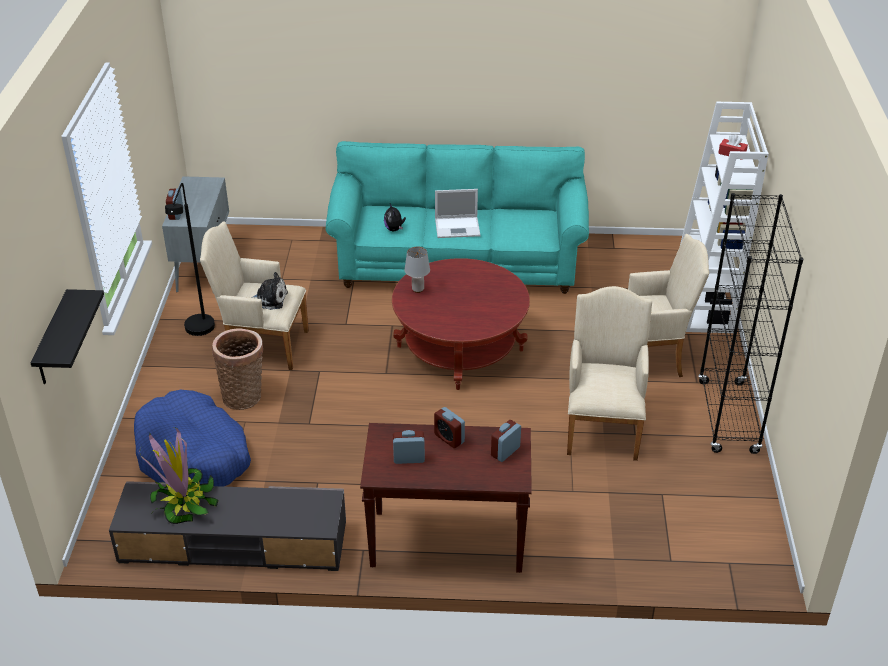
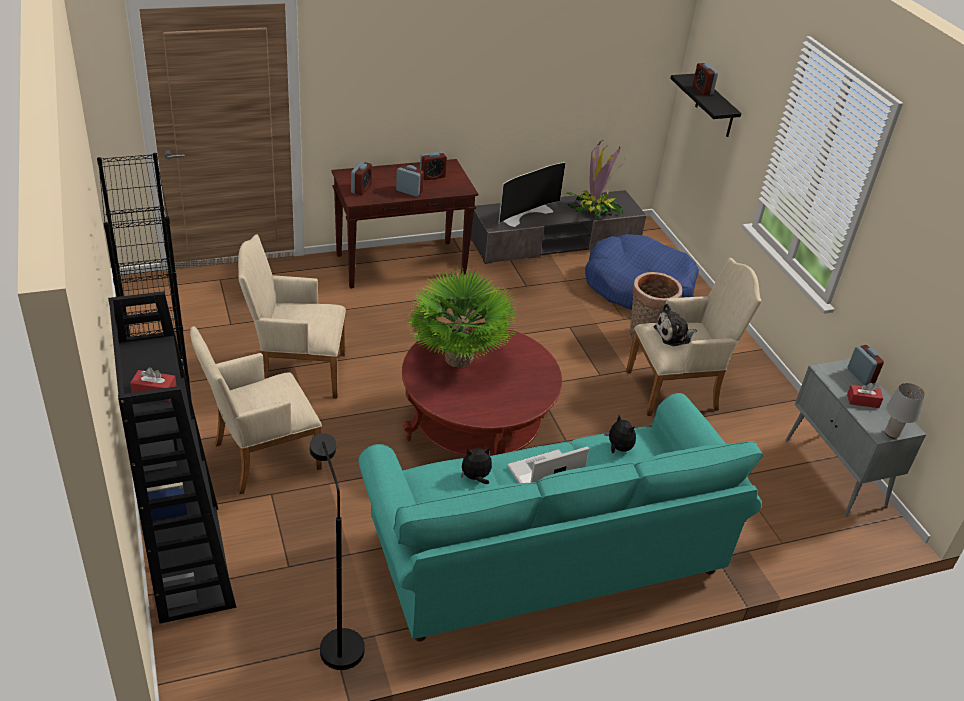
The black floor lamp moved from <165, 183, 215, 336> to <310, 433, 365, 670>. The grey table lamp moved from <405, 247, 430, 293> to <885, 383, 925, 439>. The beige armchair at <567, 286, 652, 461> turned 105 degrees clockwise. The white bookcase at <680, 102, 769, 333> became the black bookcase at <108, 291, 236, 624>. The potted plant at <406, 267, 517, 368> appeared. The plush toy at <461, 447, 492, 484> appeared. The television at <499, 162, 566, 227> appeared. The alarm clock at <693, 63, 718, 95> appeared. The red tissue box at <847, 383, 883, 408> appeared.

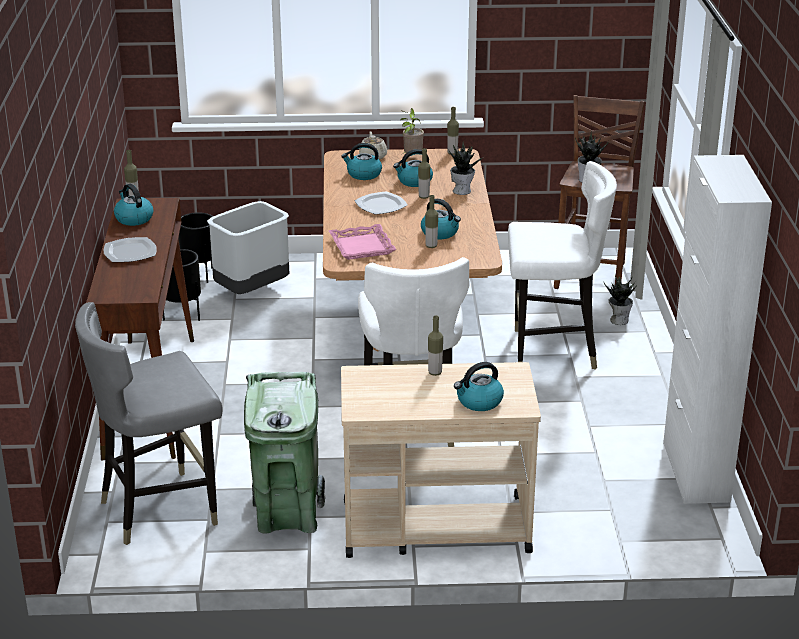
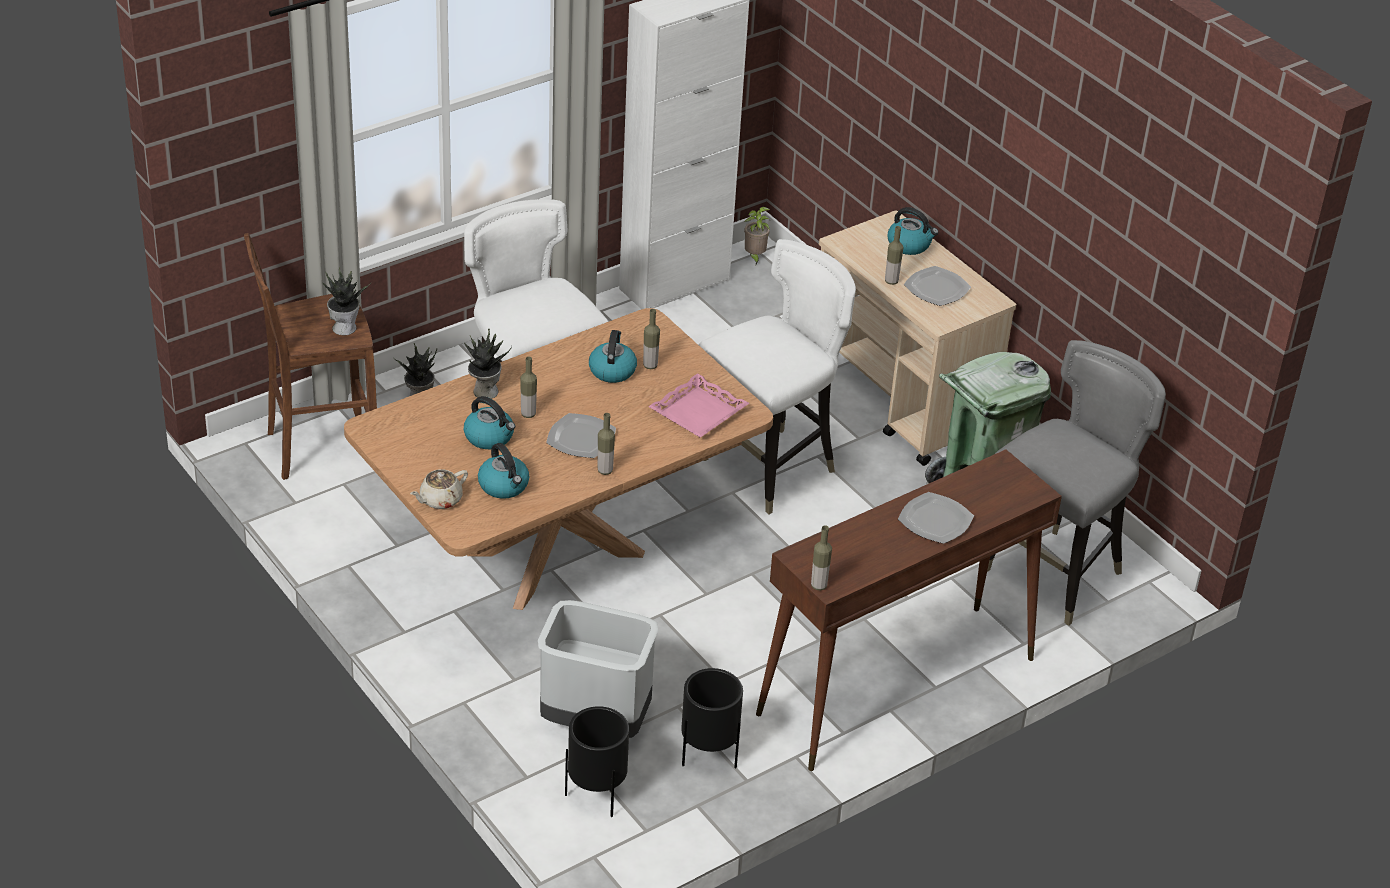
The grey chair at <75, 302, 222, 545> turned 75 degrees counterclockwise. The kettle at <114, 184, 153, 226> disappeared. The potted plant moved from <400, 108, 424, 154> to <744, 207, 770, 264>. The bottle moved from <447, 107, 459, 155> to <598, 413, 615, 475>. The plate at <904, 266, 971, 306> appeared.

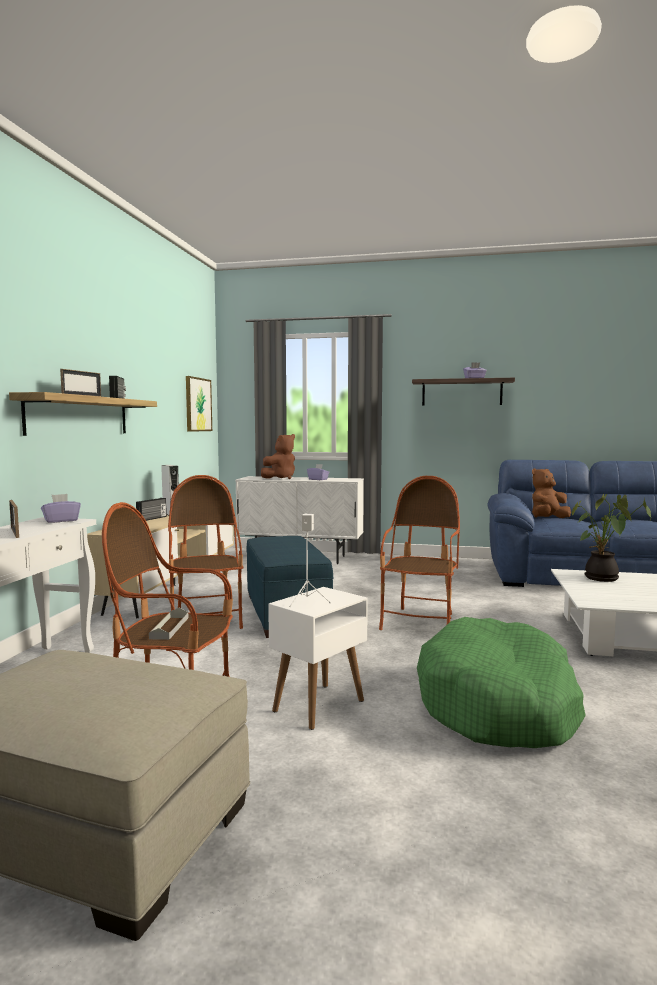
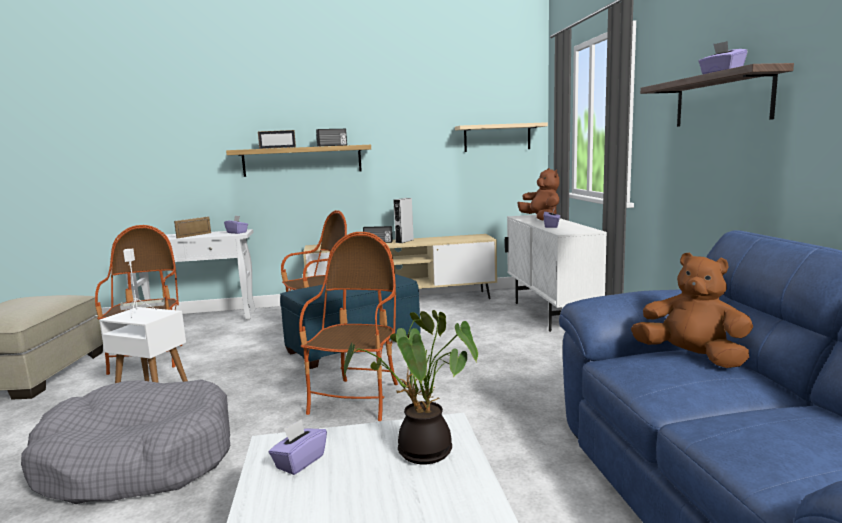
The picture at <186, 376, 212, 432> was replaced by the beige shelf at <455, 122, 548, 152>. The brown plush toy at <261, 434, 295, 479> turned 135 degrees counterclockwise. The armchair at <379, 476, 460, 630> turned 75 degrees counterclockwise. The green dog bed at <417, 617, 586, 748> became the grey dog bed at <21, 379, 230, 504>. The purple tissue box at <269, 419, 327, 475> appeared.

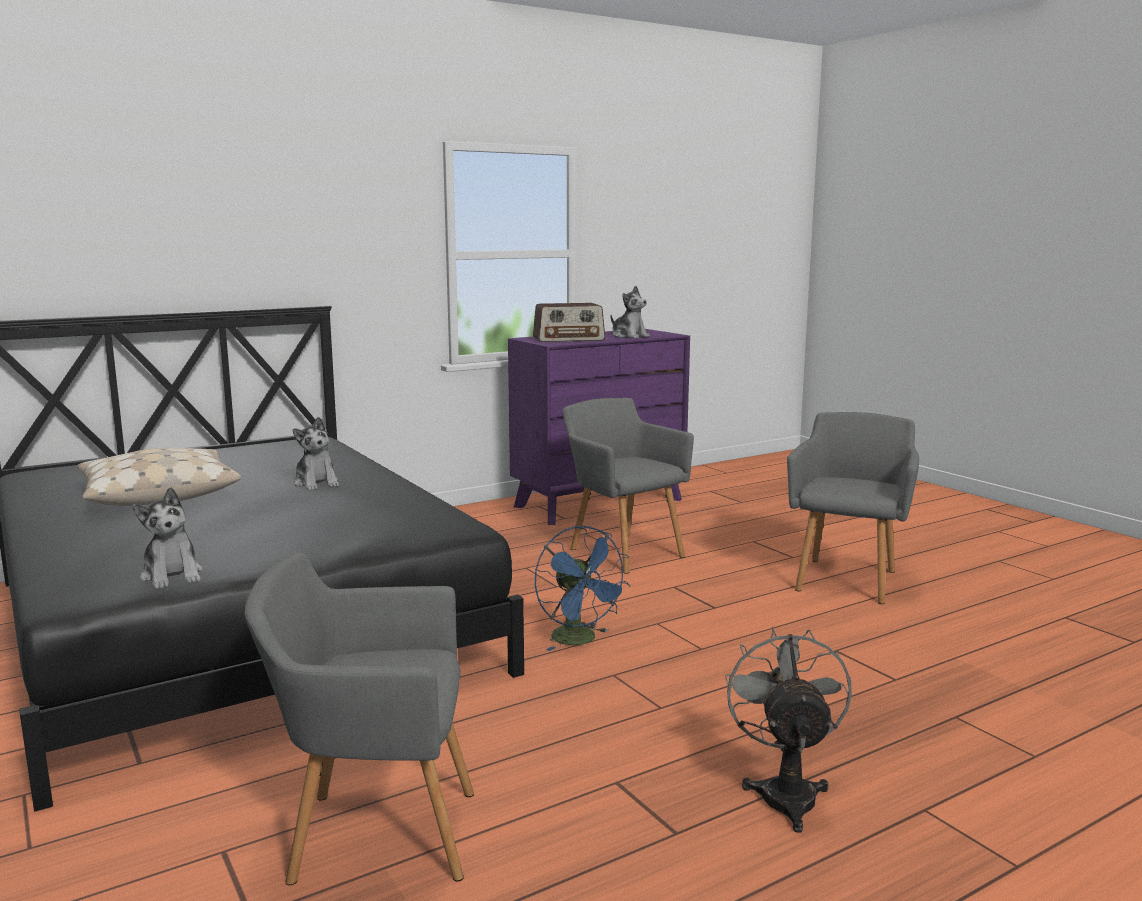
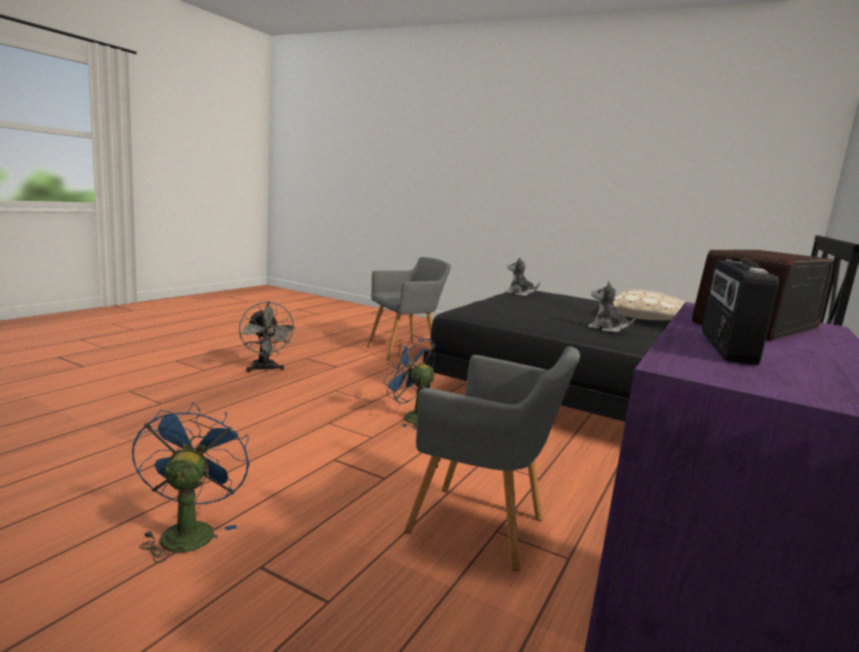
The plush toy at <611, 286, 650, 338> was replaced by the radio at <702, 258, 779, 365>. The grey armchair at <787, 412, 919, 604> was replaced by the blue fan at <132, 402, 250, 563>.

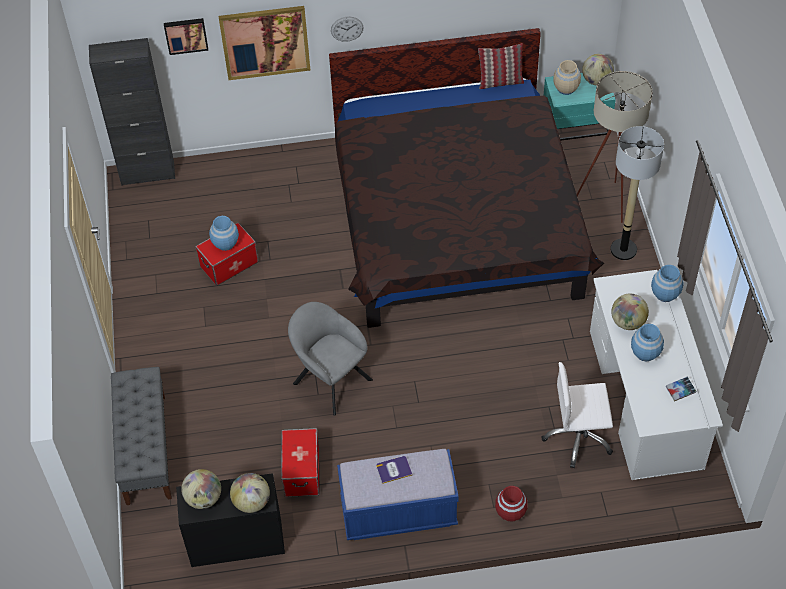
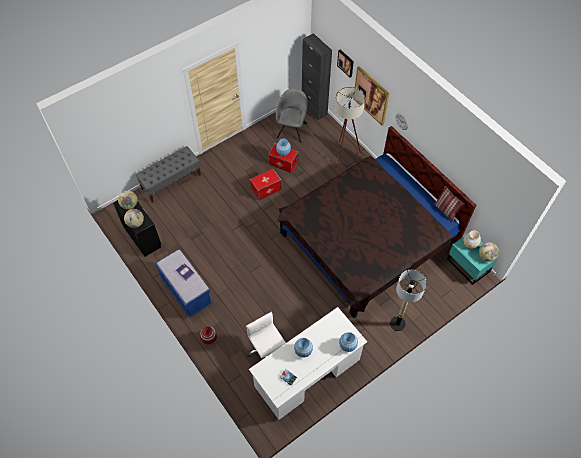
The storage box moved from <281, 428, 320, 497> to <250, 168, 281, 200>. The grey armchair moved from <288, 302, 373, 416> to <276, 88, 308, 143>. The beige floor lamp moved from <577, 71, 653, 223> to <335, 87, 365, 165>. The globe at <611, 294, 649, 330> disappeared.

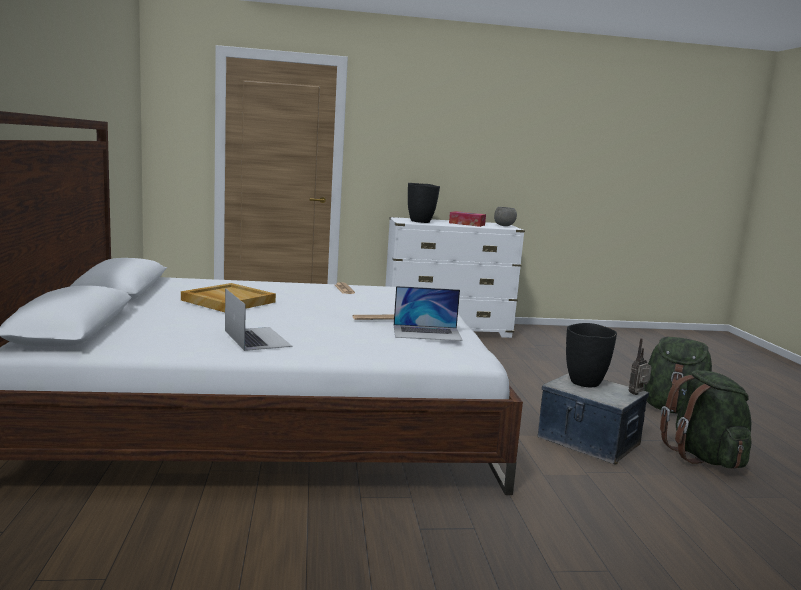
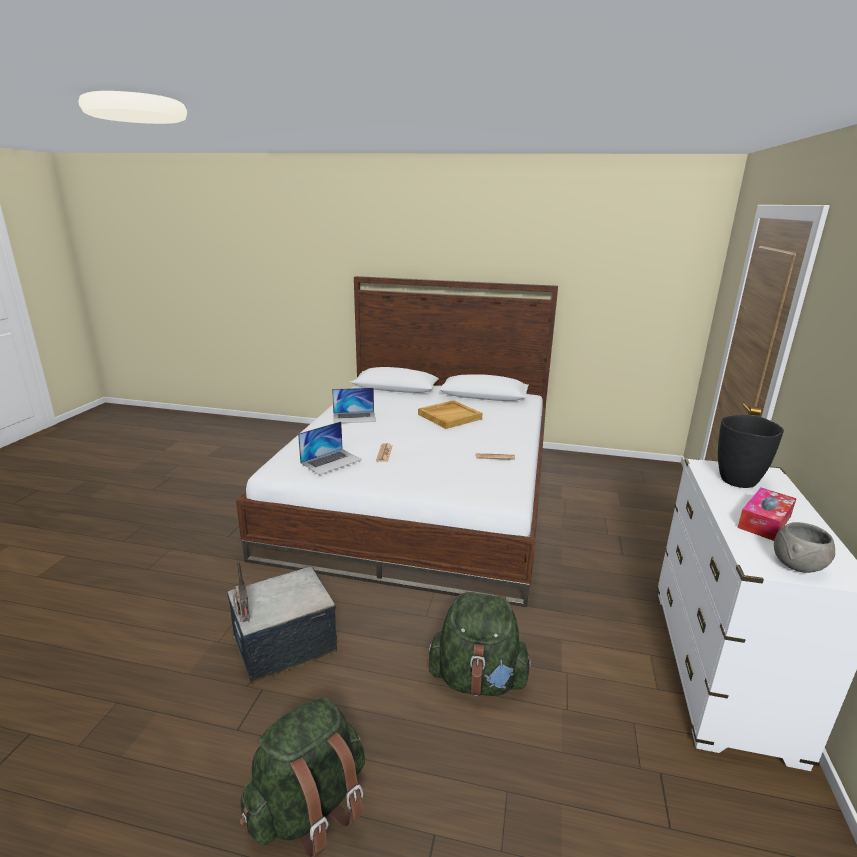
The laptop at <394, 286, 463, 341> turned 150 degrees counterclockwise. The black vase at <566, 323, 617, 387> disappeared. The green backpack moved from <660, 370, 752, 469> to <428, 592, 533, 696>.

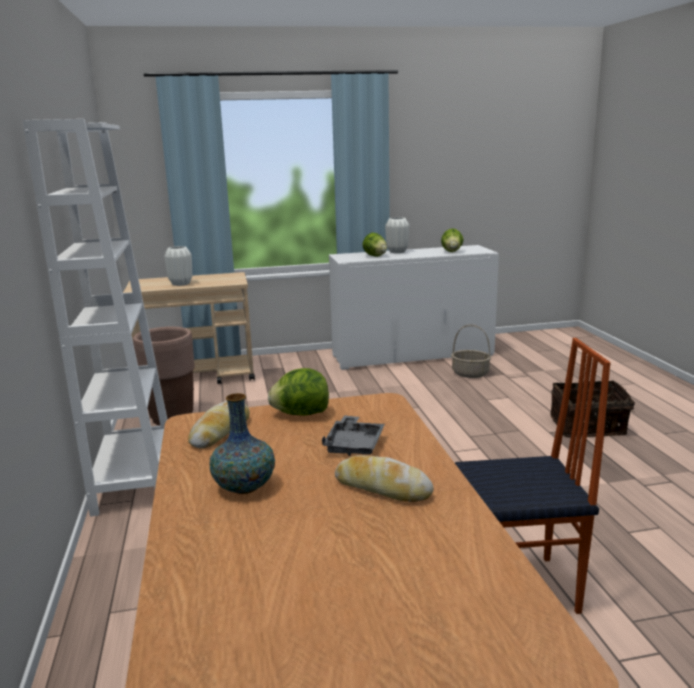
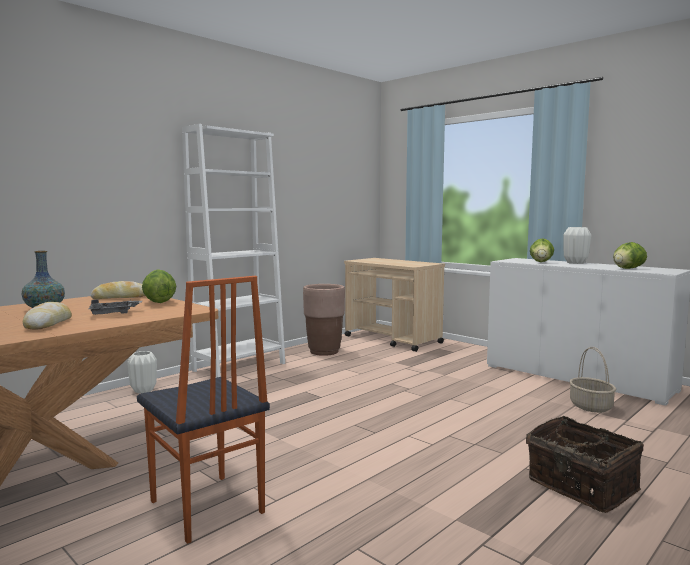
The white vase moved from <164, 246, 192, 286> to <127, 351, 157, 393>.

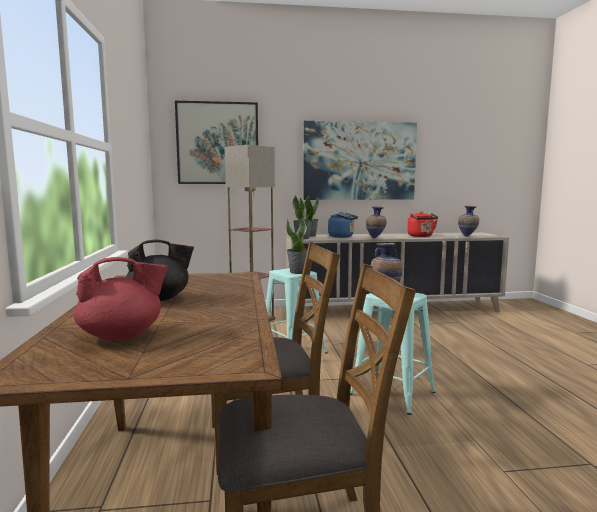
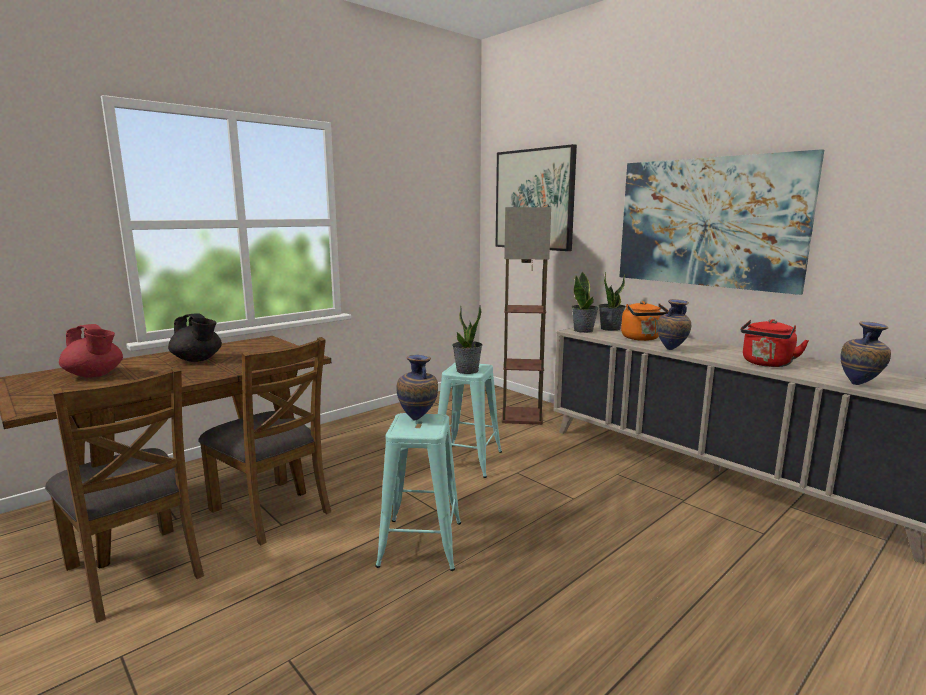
The blue kettle at <328, 212, 358, 238> became the orange kettle at <621, 301, 669, 341>.

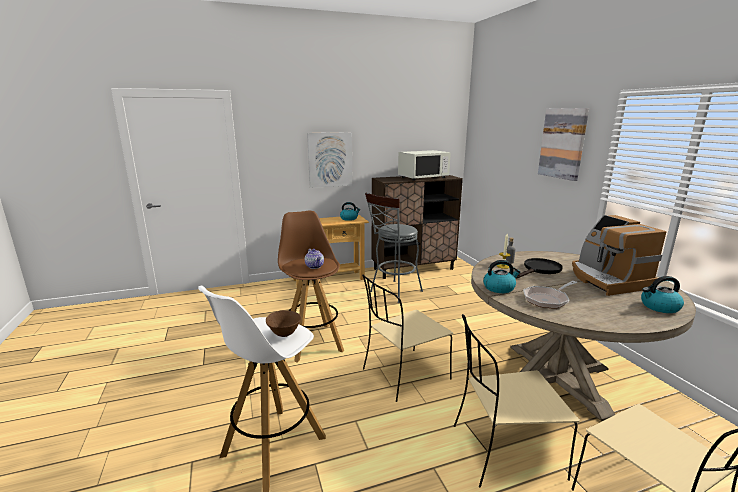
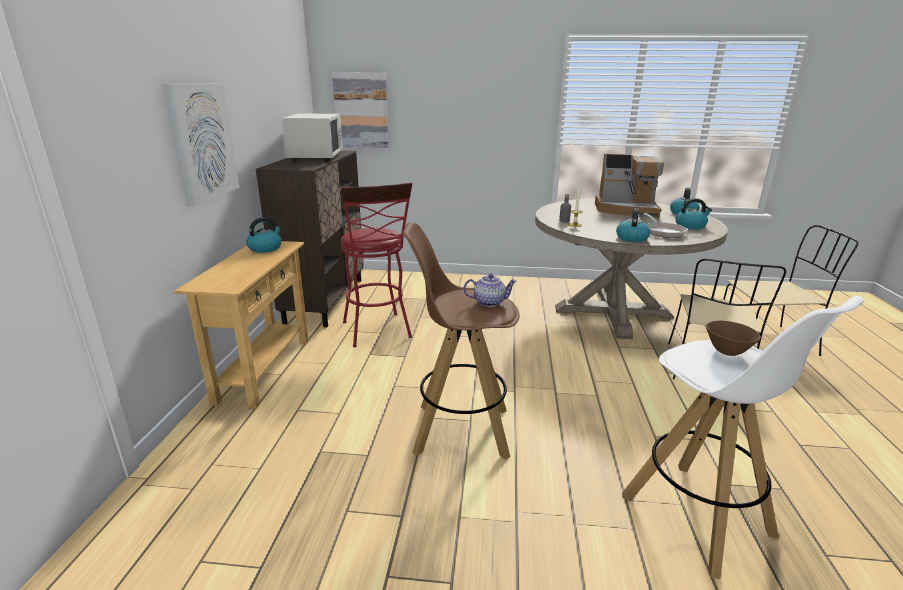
The beige chair at <362, 275, 453, 402> disappeared. The grey stool at <365, 193, 423, 303> became the red stool at <341, 183, 412, 347>. The black frying pan at <516, 258, 563, 278> disappeared. The picture moved from <538, 108, 589, 181> to <332, 72, 389, 148>. The kettle at <676, 198, 712, 230> appeared.

